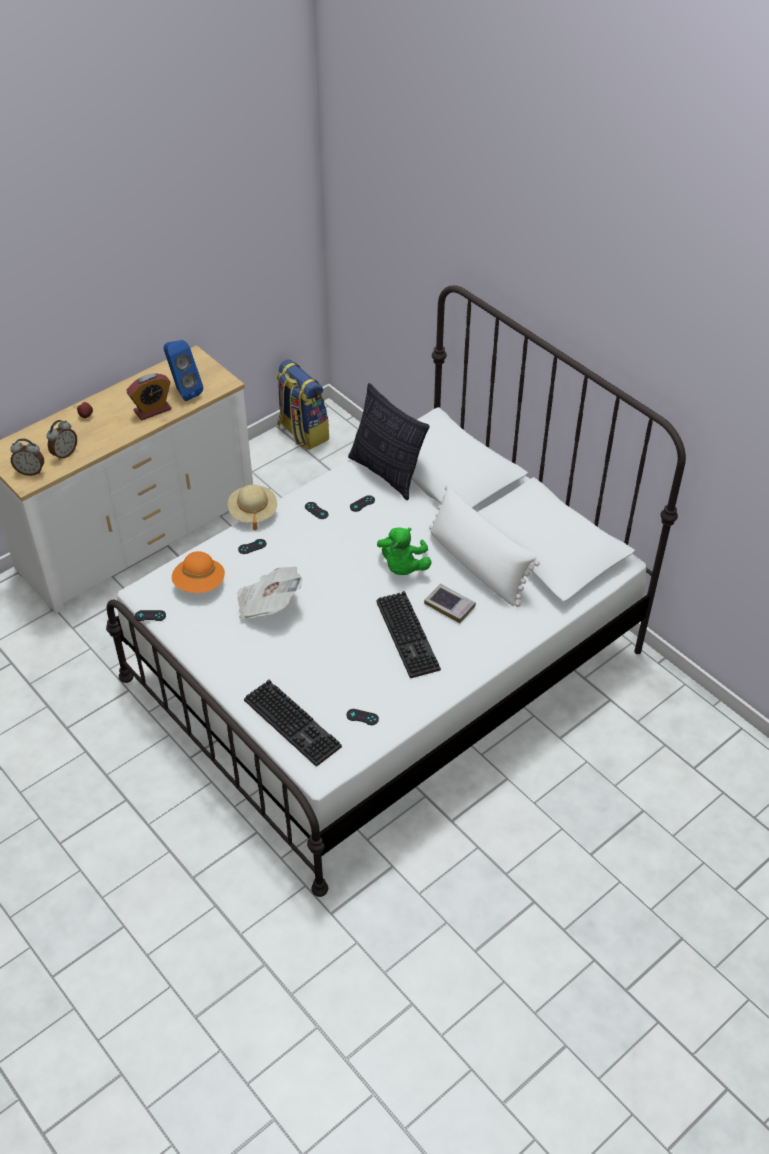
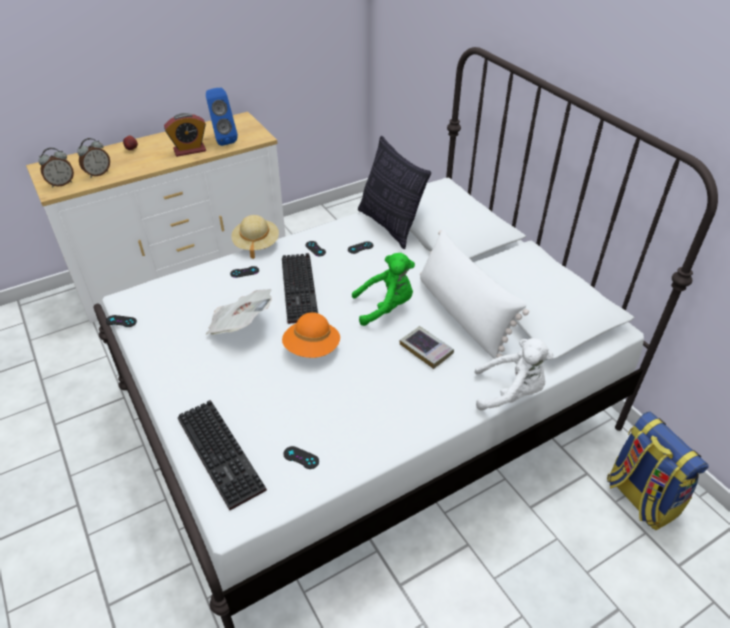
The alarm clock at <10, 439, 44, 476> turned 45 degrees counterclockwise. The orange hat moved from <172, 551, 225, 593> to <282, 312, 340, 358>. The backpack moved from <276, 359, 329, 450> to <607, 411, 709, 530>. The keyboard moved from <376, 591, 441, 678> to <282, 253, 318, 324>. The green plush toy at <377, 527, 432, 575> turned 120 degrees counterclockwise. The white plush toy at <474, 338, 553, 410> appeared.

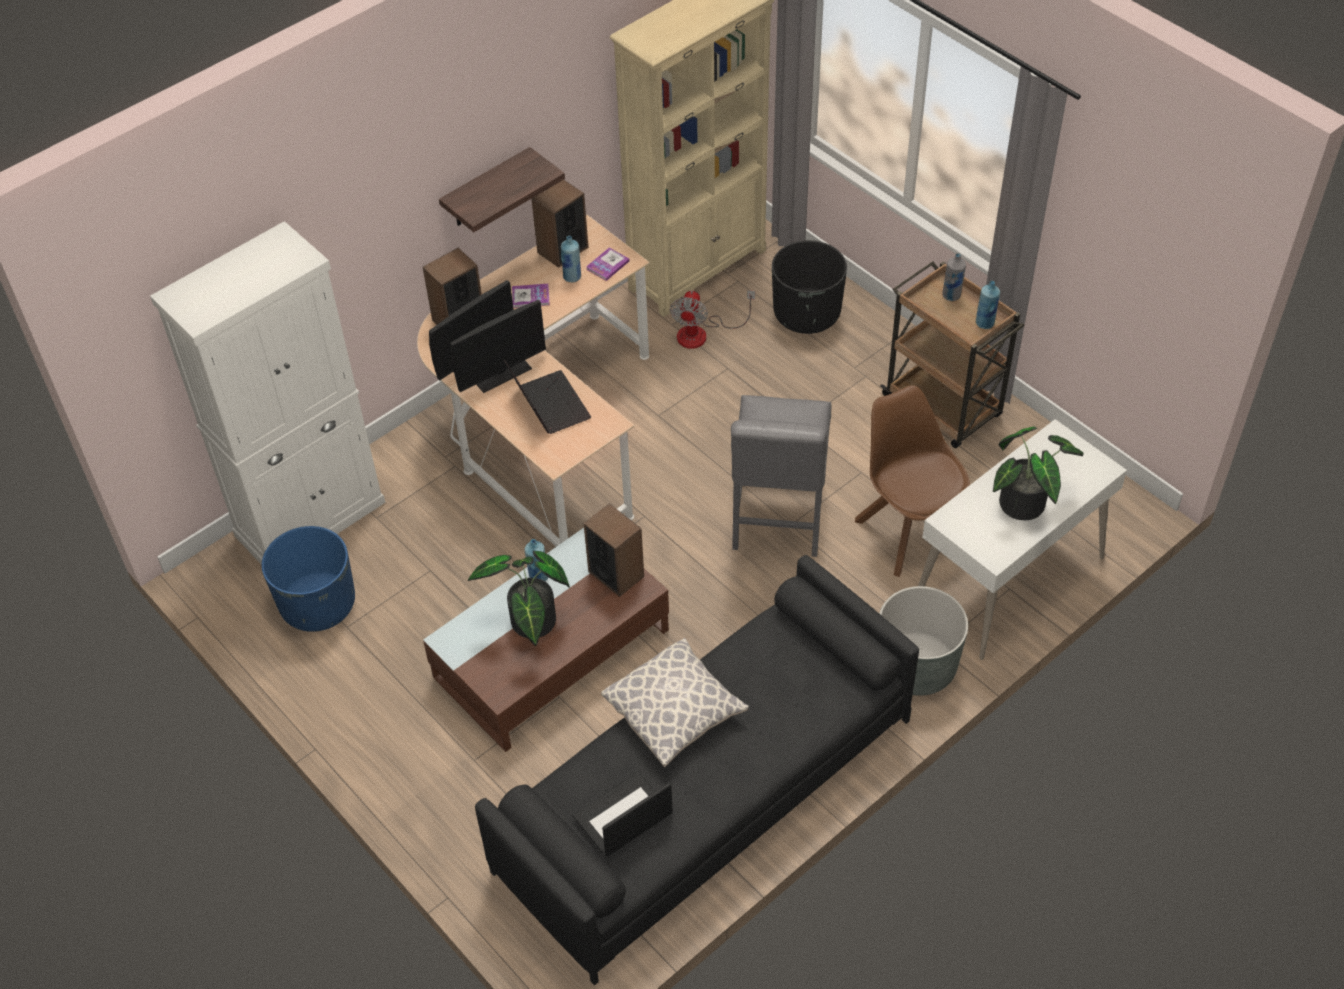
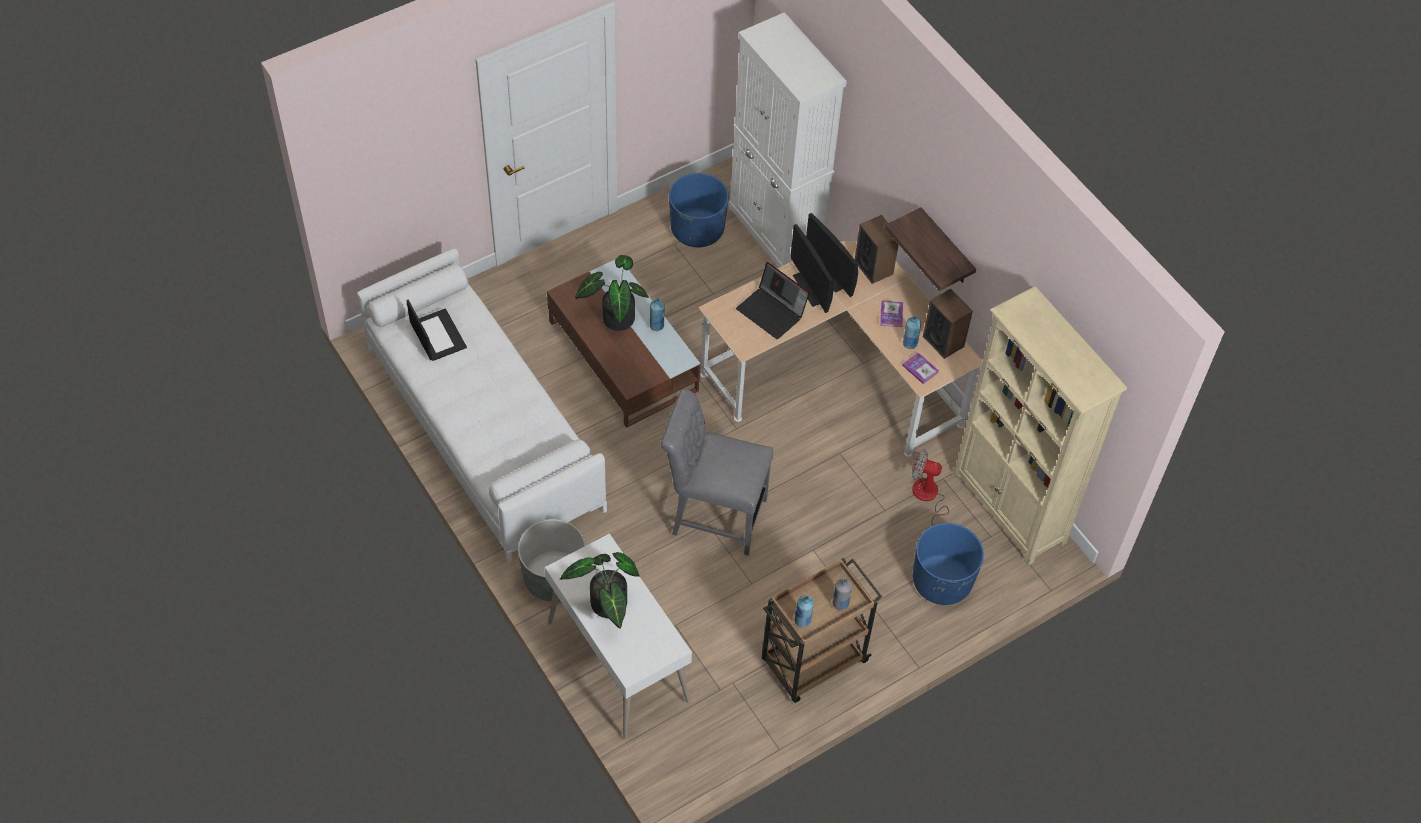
The black sofa at <475, 555, 919, 986> became the white sofa at <357, 248, 607, 562>. The laptop at <504, 359, 591, 434> turned 60 degrees clockwise. The speaker at <584, 503, 644, 597> disappeared. The pillow at <601, 638, 749, 767> disappeared. The black planter at <772, 240, 847, 334> became the blue planter at <913, 523, 984, 605>. The brown chair at <855, 385, 970, 577> disappeared.

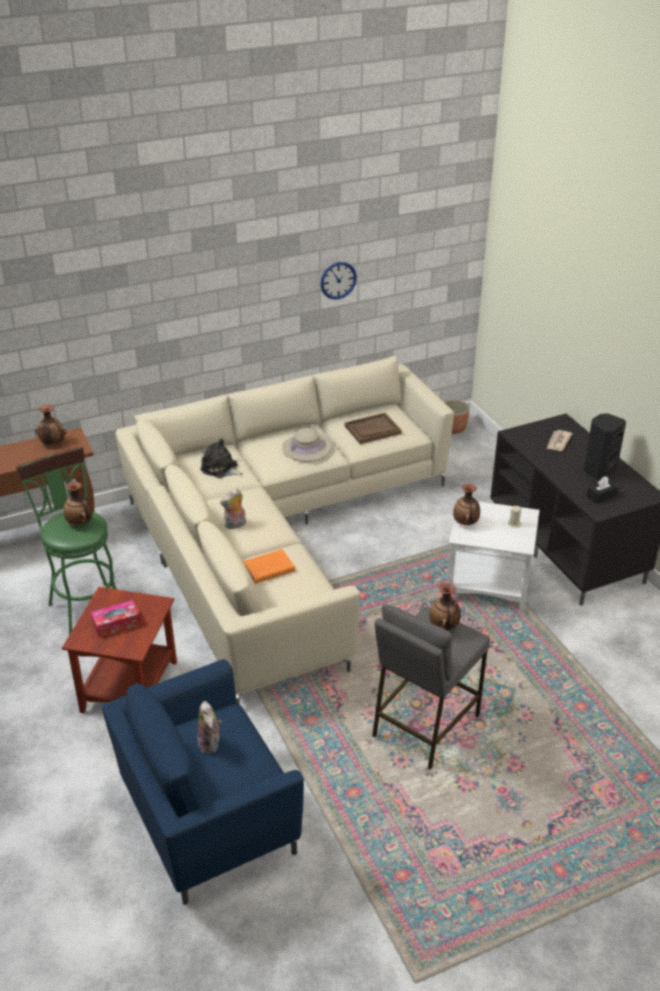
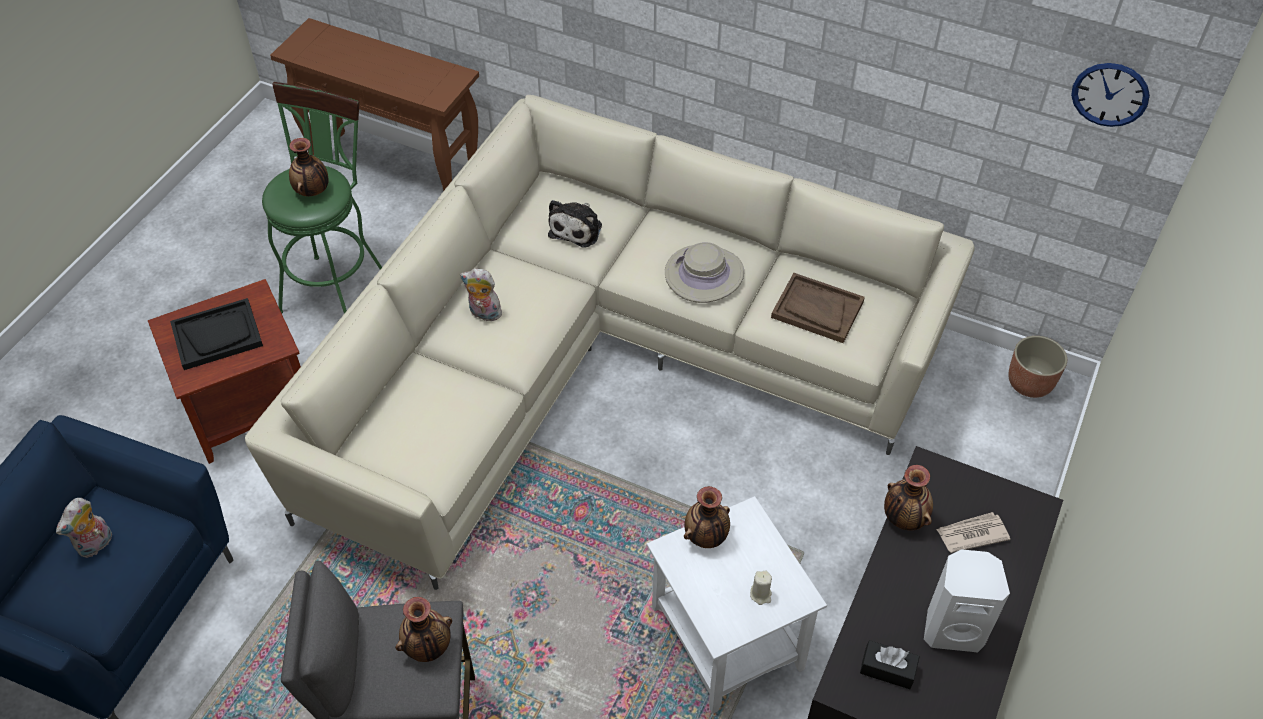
The vase moved from <35, 405, 66, 445> to <884, 465, 933, 530>. The tissue box at <91, 600, 141, 637> was replaced by the black tray at <170, 298, 263, 370>. The plush toy at <200, 438, 243, 478> turned 150 degrees counterclockwise. The orange book at <243, 549, 295, 584> disappeared. The wall clock moved from <320, 262, 357, 300> to <1071, 63, 1150, 127>. The black speaker at <584, 413, 626, 480> became the white speaker at <924, 549, 1010, 652>.

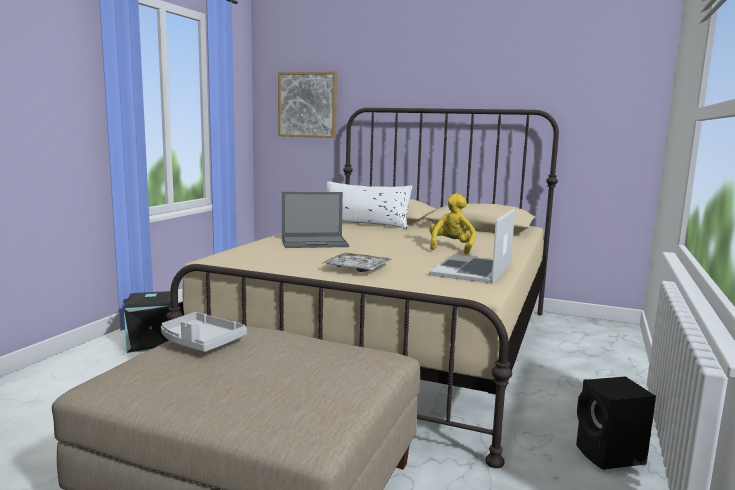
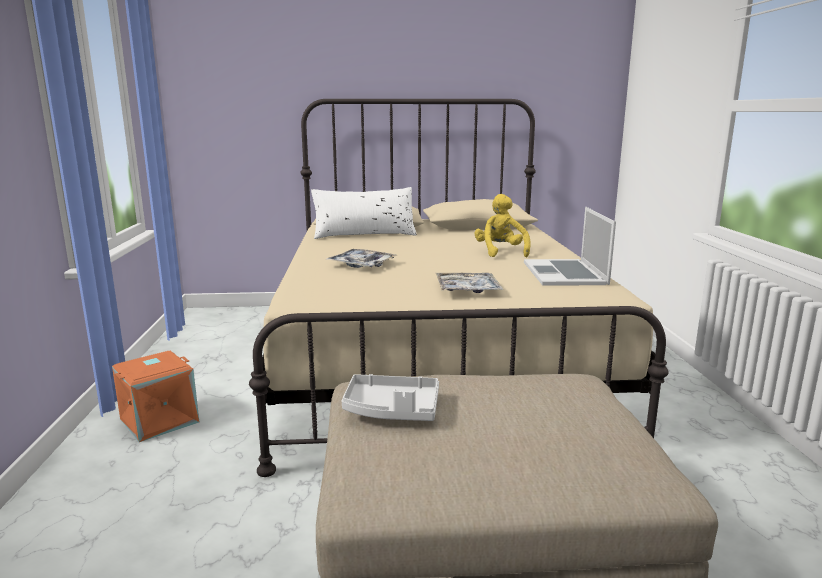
The black storage box at <123, 291, 171, 353> became the orange storage box at <112, 351, 199, 442>. The picture at <278, 72, 337, 138> disappeared. The laptop at <282, 192, 349, 248> was replaced by the tray at <327, 249, 397, 268>. The black speaker at <576, 377, 656, 470> disappeared.

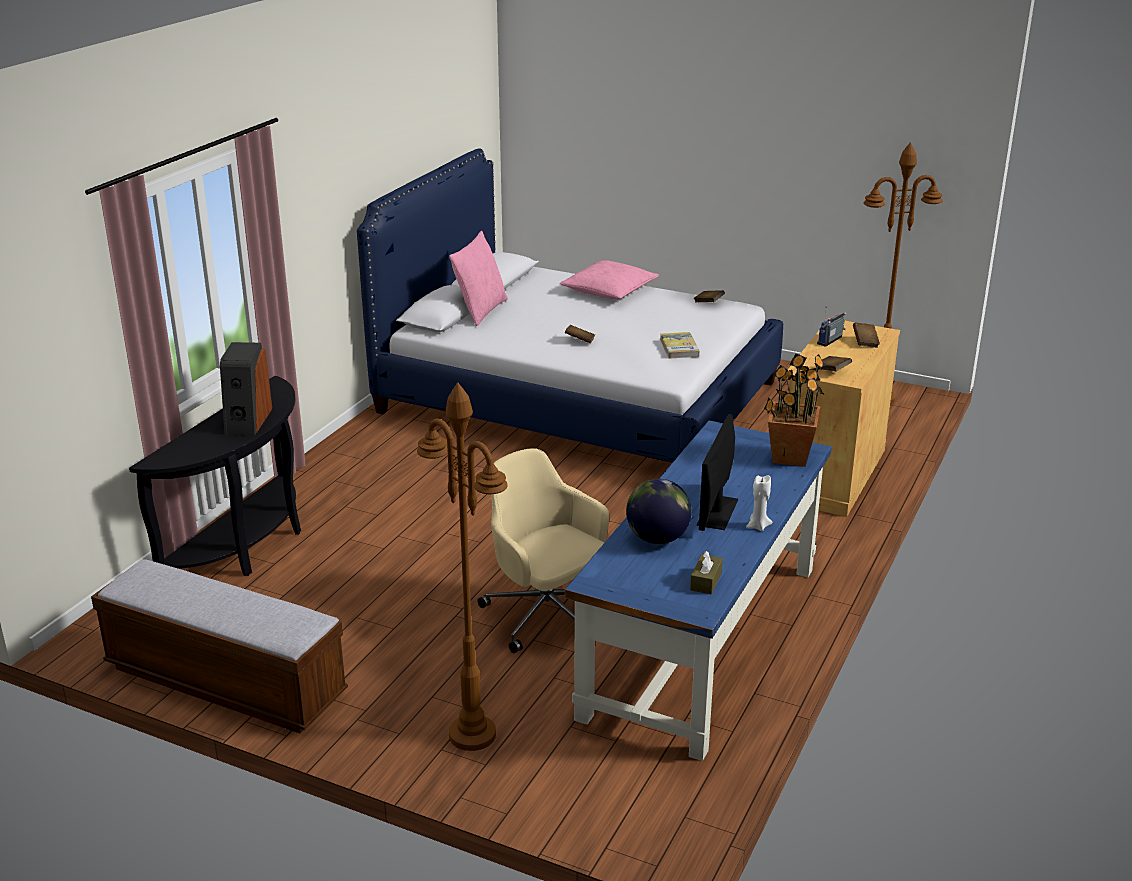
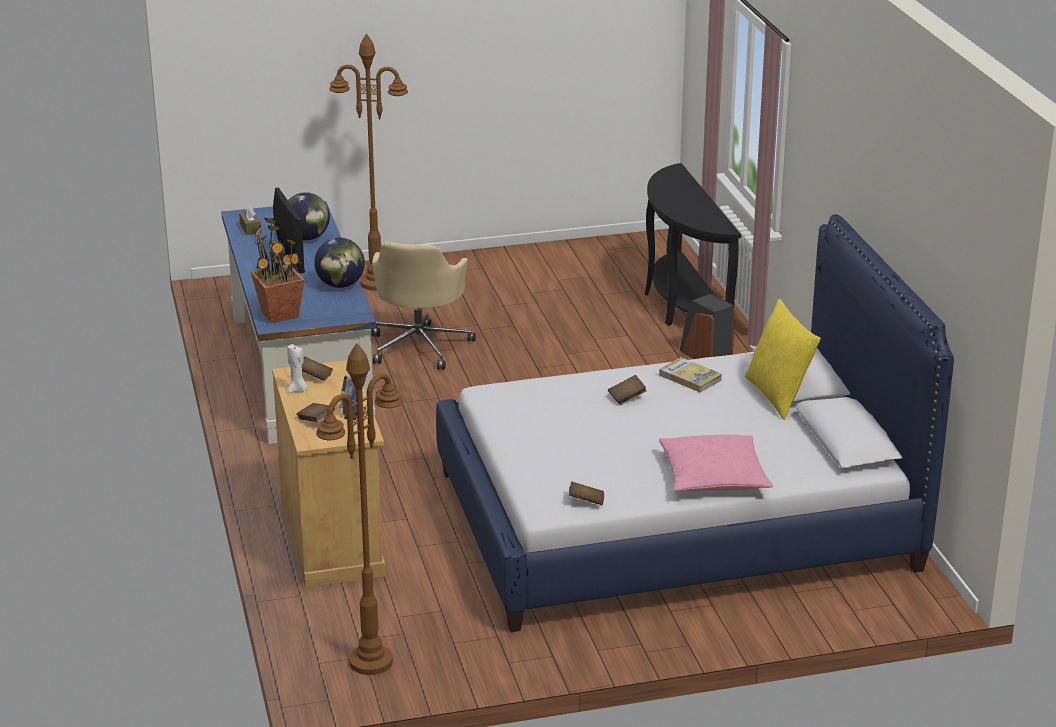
The bench at <91, 559, 348, 733> disappeared. The speaker moved from <220, 342, 272, 436> to <680, 294, 735, 359>. The pink pillow at <449, 231, 508, 326> became the yellow pillow at <745, 299, 821, 420>. The beige office chair at <477, 448, 609, 654> turned 90 degrees clockwise. The book moved from <660, 332, 700, 359> to <659, 357, 722, 393>. The white candle moved from <746, 475, 772, 531> to <287, 344, 308, 393>. The globe at <314, 238, 365, 288> appeared.

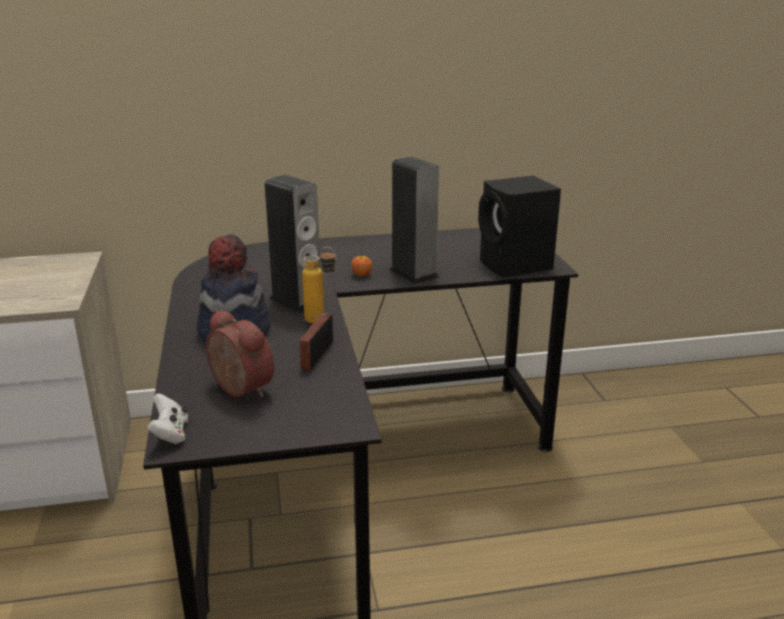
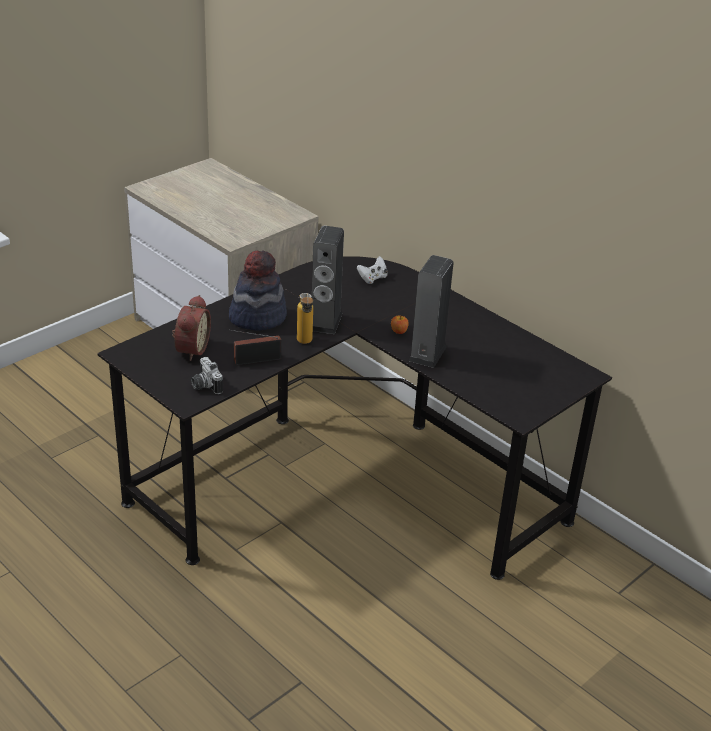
The white game controller moved from <147, 394, 188, 444> to <357, 256, 388, 284>. The black speaker at <478, 176, 561, 278> disappeared. The photo camera at <191, 357, 223, 394> appeared.

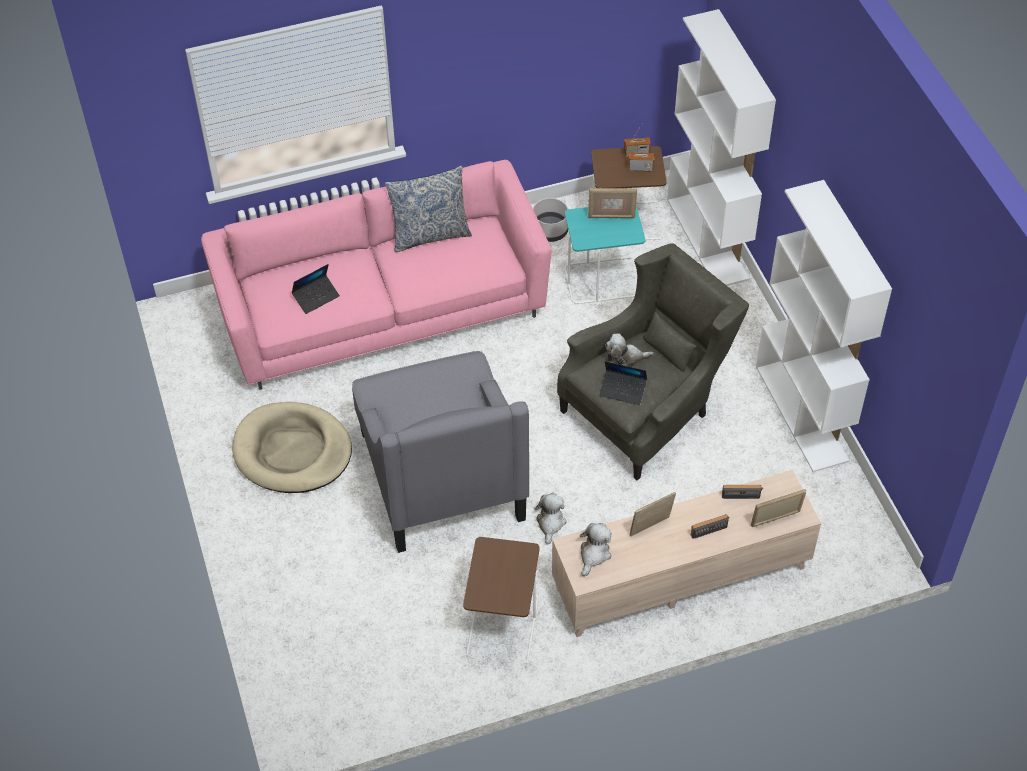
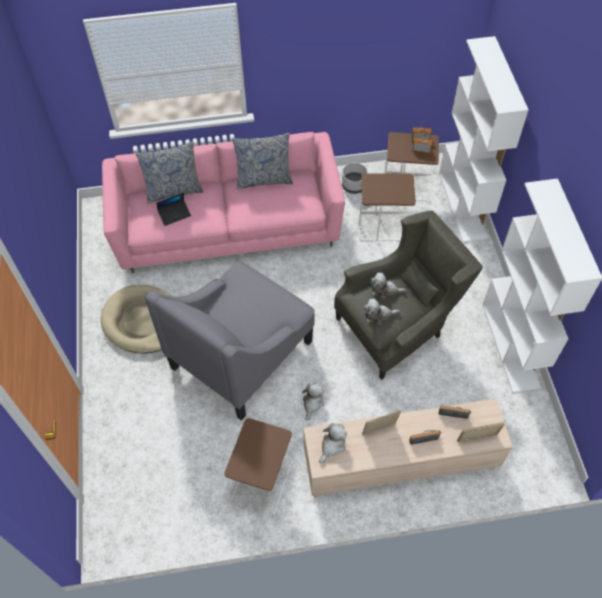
The grey armchair at <352, 351, 529, 553> turned 45 degrees clockwise. The turquoise side table at <564, 206, 645, 304> became the brown side table at <358, 173, 416, 241>. The picture frame at <588, 188, 637, 218> disappeared. The laptop at <600, 361, 647, 405> was replaced by the plush toy at <364, 298, 400, 325>. The pillow at <135, 141, 203, 203> appeared.

